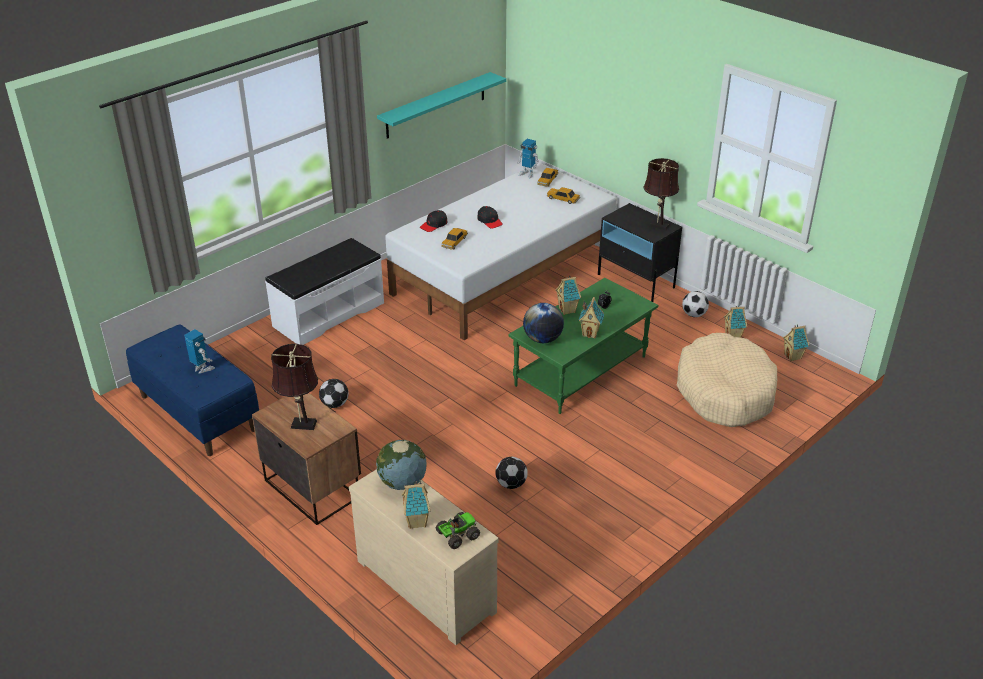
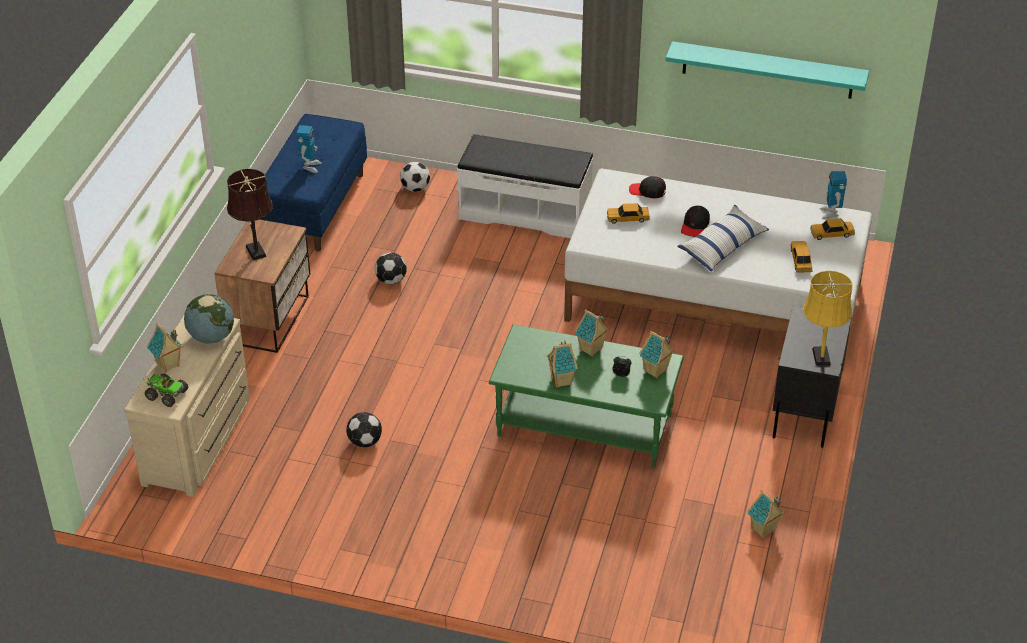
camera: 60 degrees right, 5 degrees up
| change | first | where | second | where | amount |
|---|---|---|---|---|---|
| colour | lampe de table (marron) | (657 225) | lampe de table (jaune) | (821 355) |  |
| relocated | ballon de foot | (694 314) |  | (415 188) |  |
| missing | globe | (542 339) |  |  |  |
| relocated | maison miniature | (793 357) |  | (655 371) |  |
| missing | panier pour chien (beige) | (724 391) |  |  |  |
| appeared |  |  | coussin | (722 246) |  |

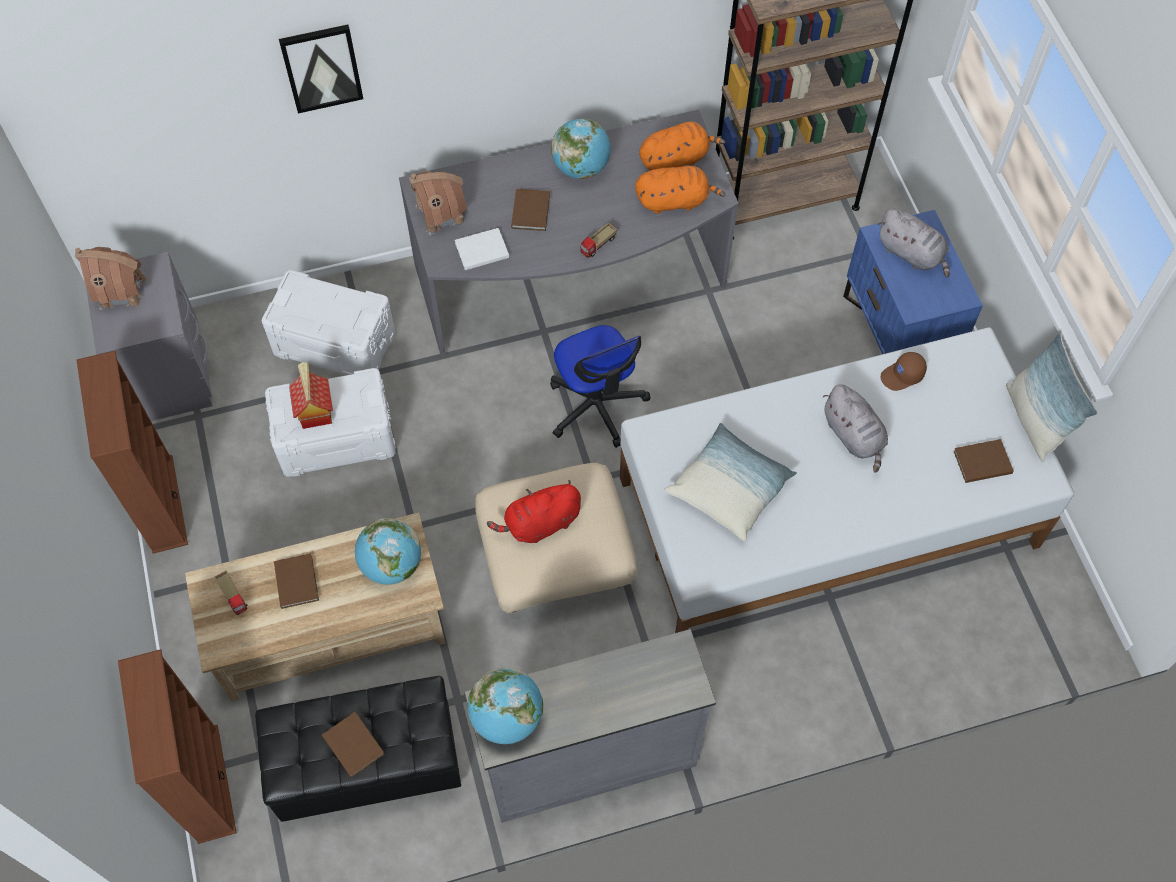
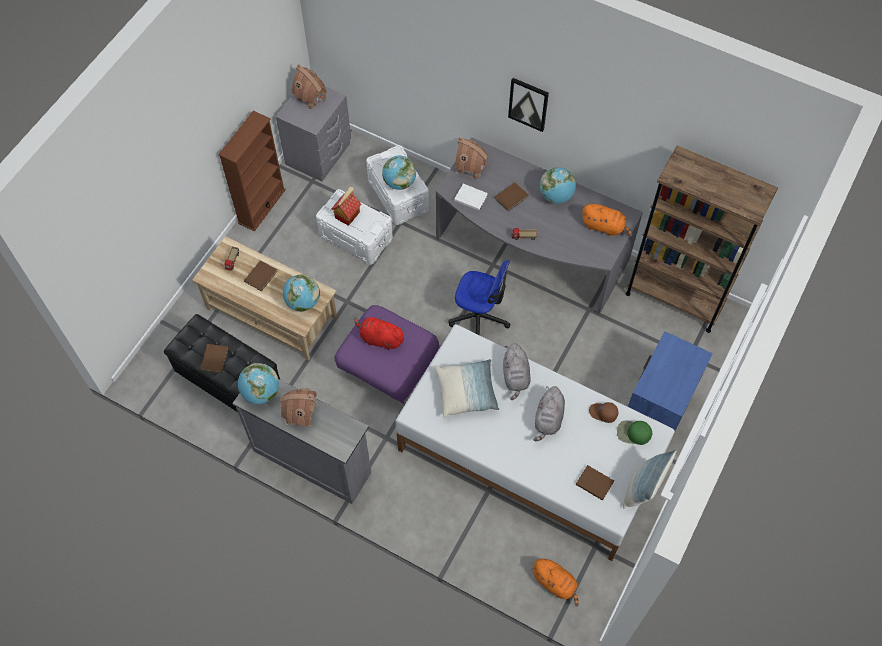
camera: 45 degrees right, 0 degrees up
| change | first | where | second | where | amount |
|---|---|---|---|---|---|
| relocated | tableau | (321 67) |  | (528 104) |  |
| relocated | peluche (orange) | (675 200) |  | (555 583) |  |
| relocated | peluche (gris) | (912 254) |  | (515 376) |  |
| spun | chaise de bureau | (596 406) |  | (479 317) | 90 degrees counterclockwise |
| colour | pouf (beige) | (555 561) | pouf (violet) | (388 367) |  |
| missing | bibliothèque (marron) | (207 783) |  |  |  |
| appeared |  |  | globe | (399 182) |  |
| appeared |  |  | maison miniature | (301 413) |  |
| appeared |  |  | casquette (vert) | (633 433) |  |

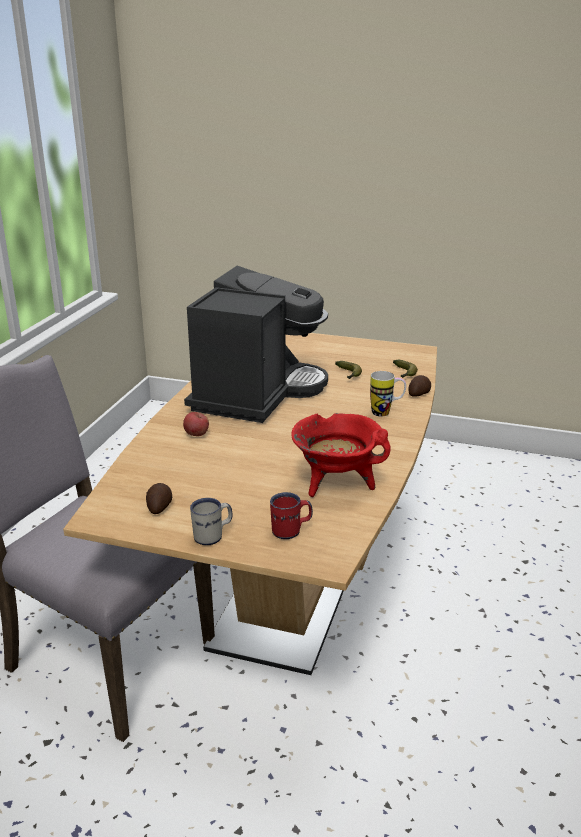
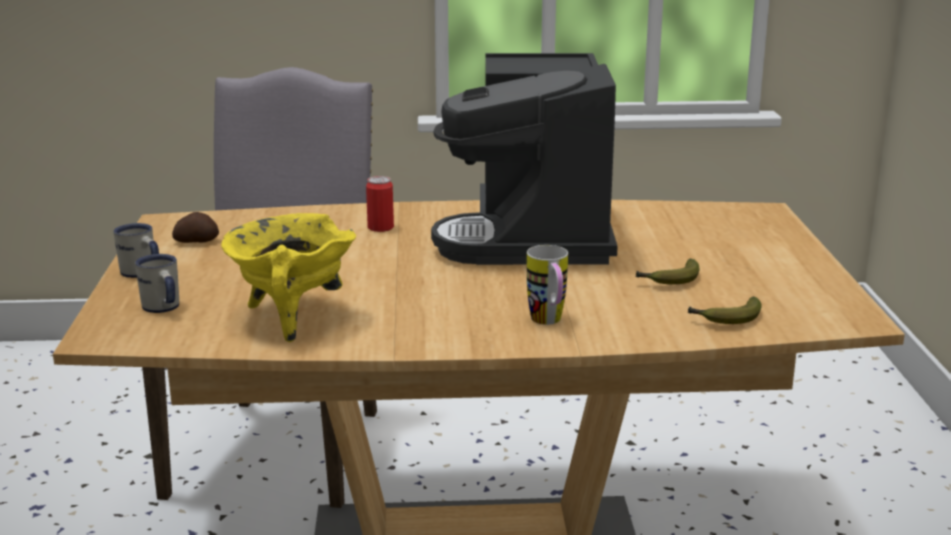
camera: 70 degrees right, 5 degrees down
| change | first | where | second | where | amount |
|---|---|---|---|---|---|
| spun | machine à café | (256 393) |  | (534 236) | 90 degrees clockwise |
| missing | pomme de terre | (418 393) |  |  |  |
| exchanged | pomme | (196 435) | boîte métallique | (380 227) |  |
| colour | marmite (rouge) | (336 484) | marmite (jaune) | (291 318) |  |
| colour | mug (rouge) | (291 531) | mug (blanc) | (163 309) |  |

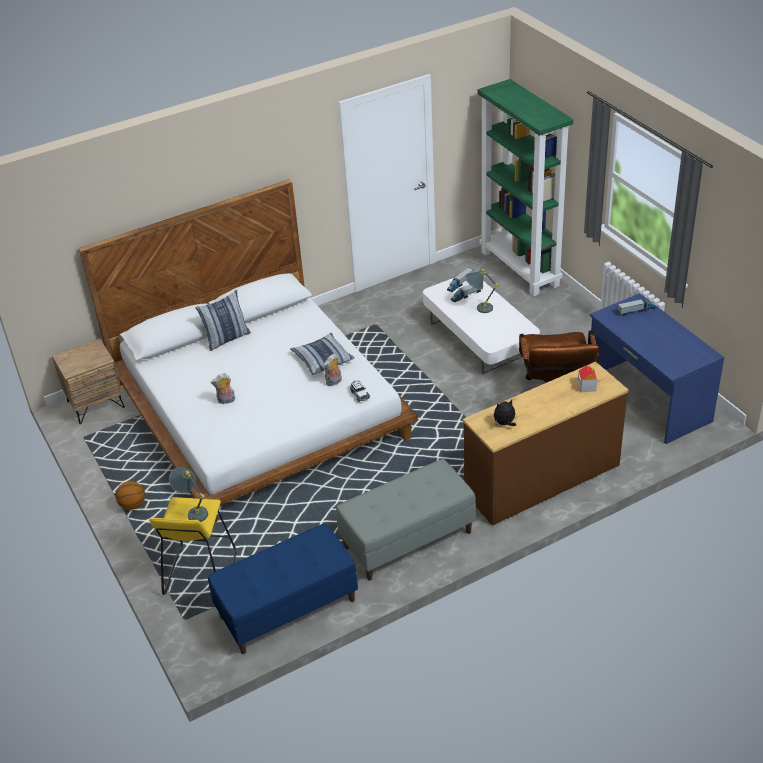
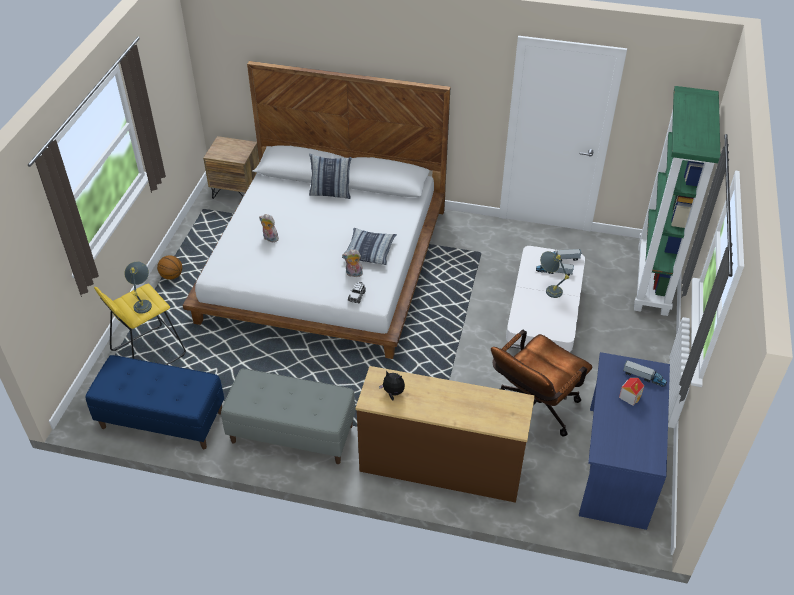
camera: 40 degrees right, 5 degrees up
| change | first | where | second | where | amount |
|---|---|---|---|---|---|
| relocated | maison miniature | (586 386) |  | (630 396) |  |

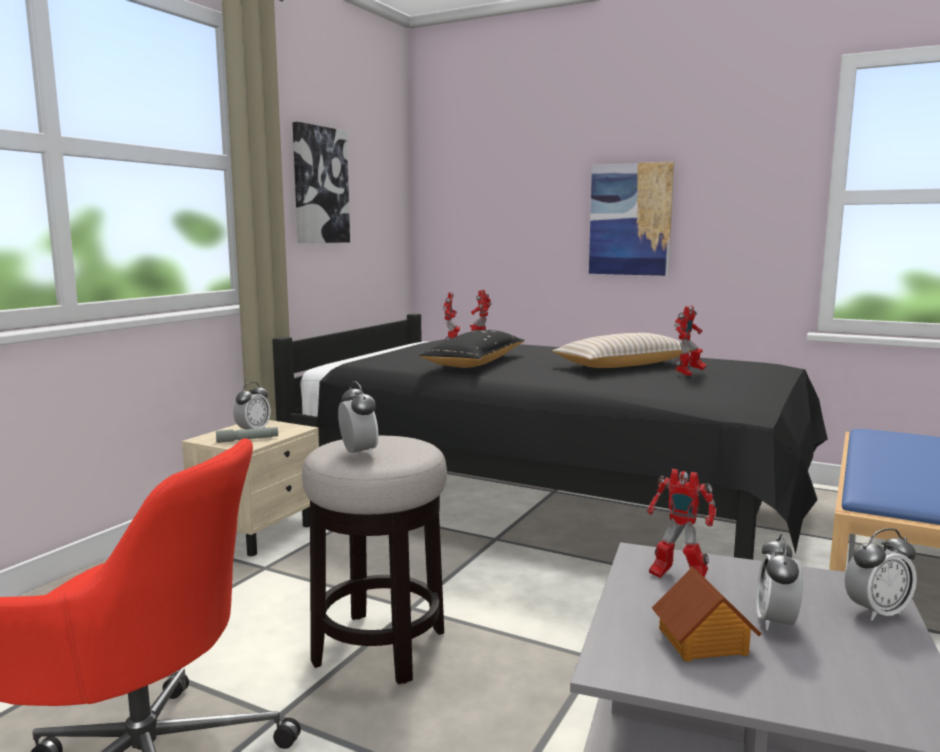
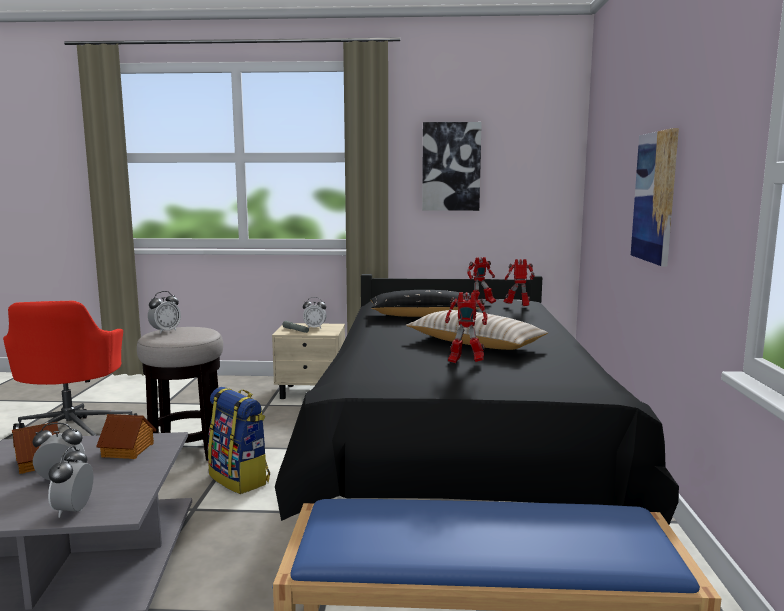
camera: 65 degrees right, 0 degrees up
| change | first | where | second | where | amount |
|---|---|---|---|---|---|
| exchanged | robot jouet | (676 577) | maison miniature | (128 450) |  |
| spun | réveil | (876 612) |  | (74 510) | 45 degrees clockwise |
| appeared |  |  | sac à dos | (240 479) |  |

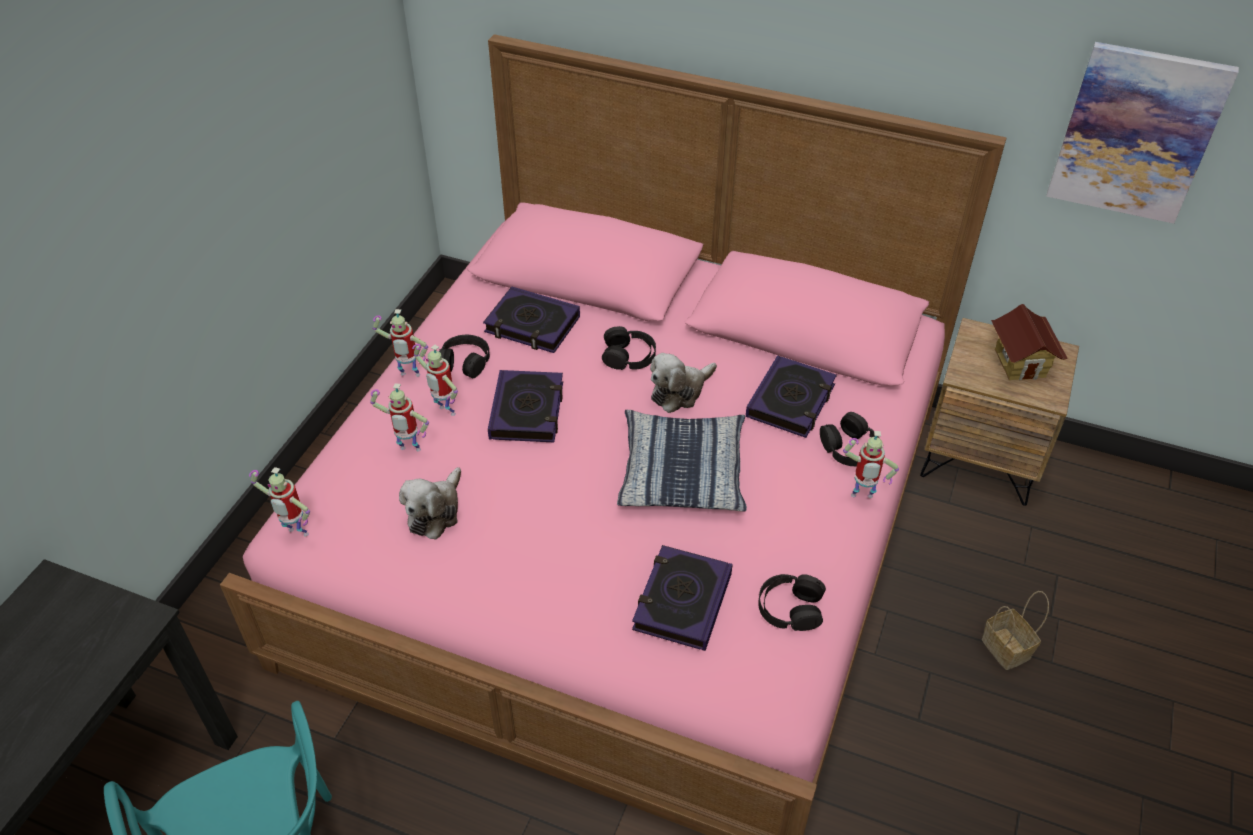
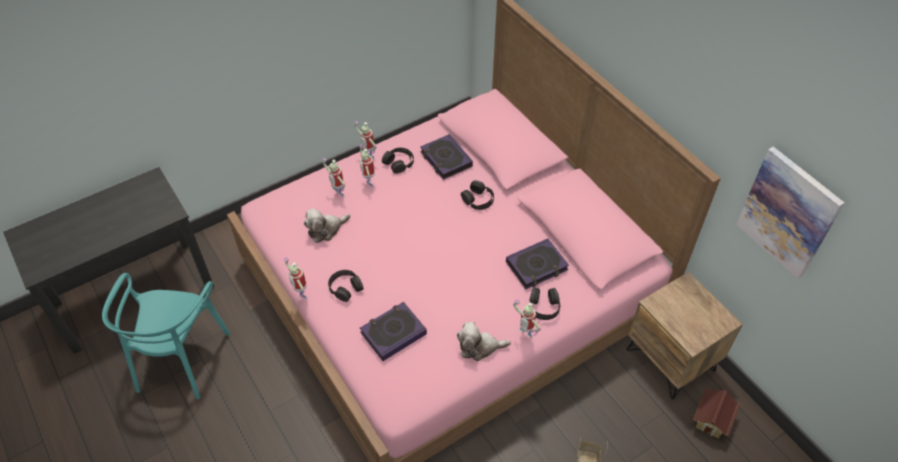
camera: 35 degrees right, 5 degrees up
| change | first | where | second | where | amount |
|---|---|---|---|---|---|
| relocated | maison miniature | (1020 363) |  | (711 421) |  |
| relocated | peluche | (680 391) |  | (479 347) |  |
| missing | livre | (527 411) |  |  |  |
| missing | coussin | (682 471) |  |  |  |
| relocated | robot jouet | (296 534) |  | (301 295) |  |
| relocated | casque audio (noir) | (790 608) |  | (345 288) |  |

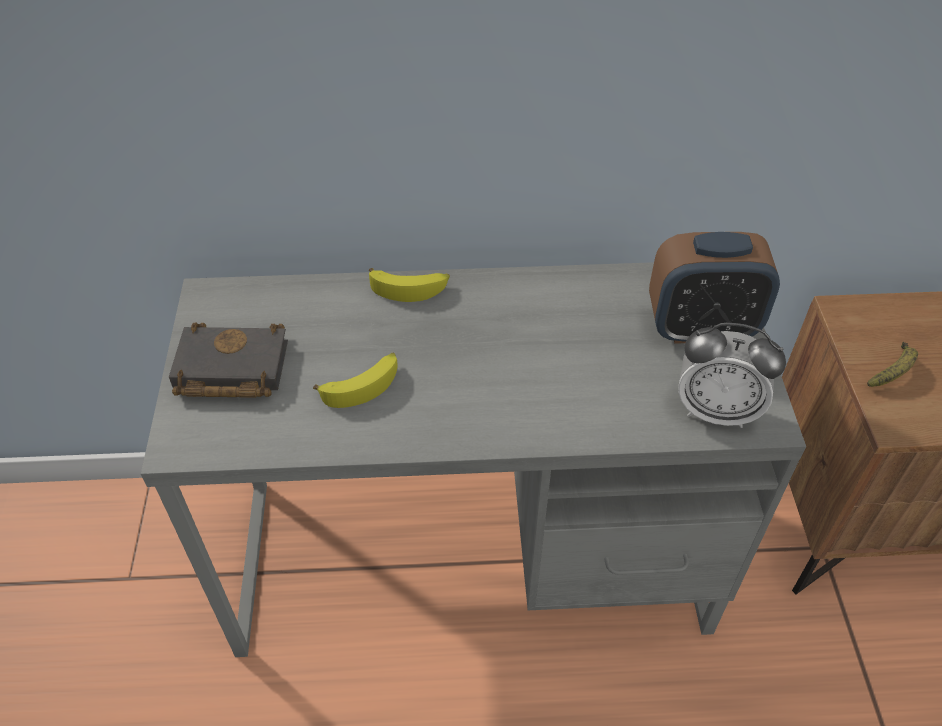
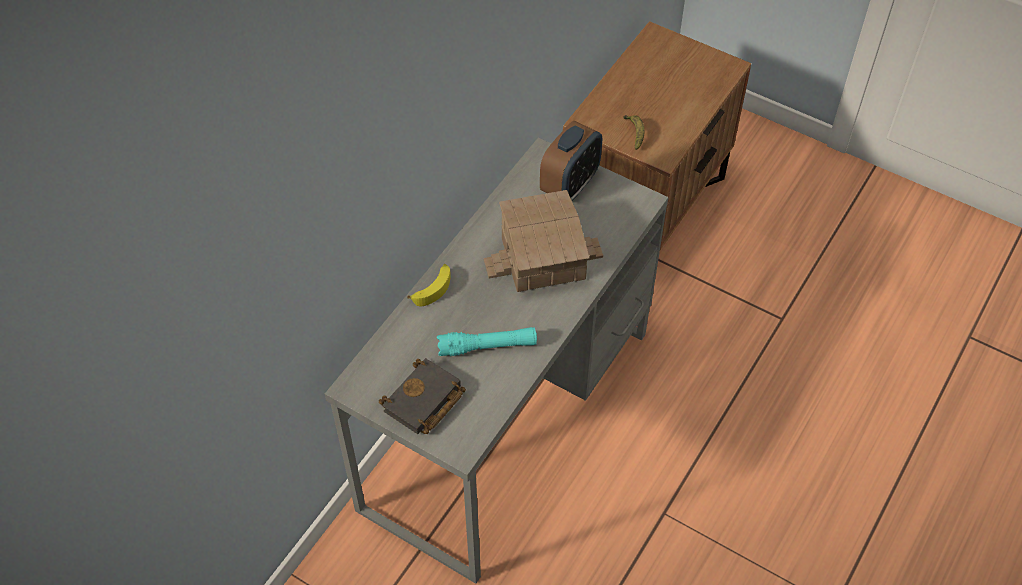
camera: 55 degrees left, 5 degrees up
| change | first | where | second | where | amount |
|---|---|---|---|---|---|
| missing | réveil | (716 410) |  |  |  |
| exchanged | banane | (362 385) | lampe de poche (turquoise) | (487 347) |  |
| appeared |  |  | maison miniature | (543 260) |  |

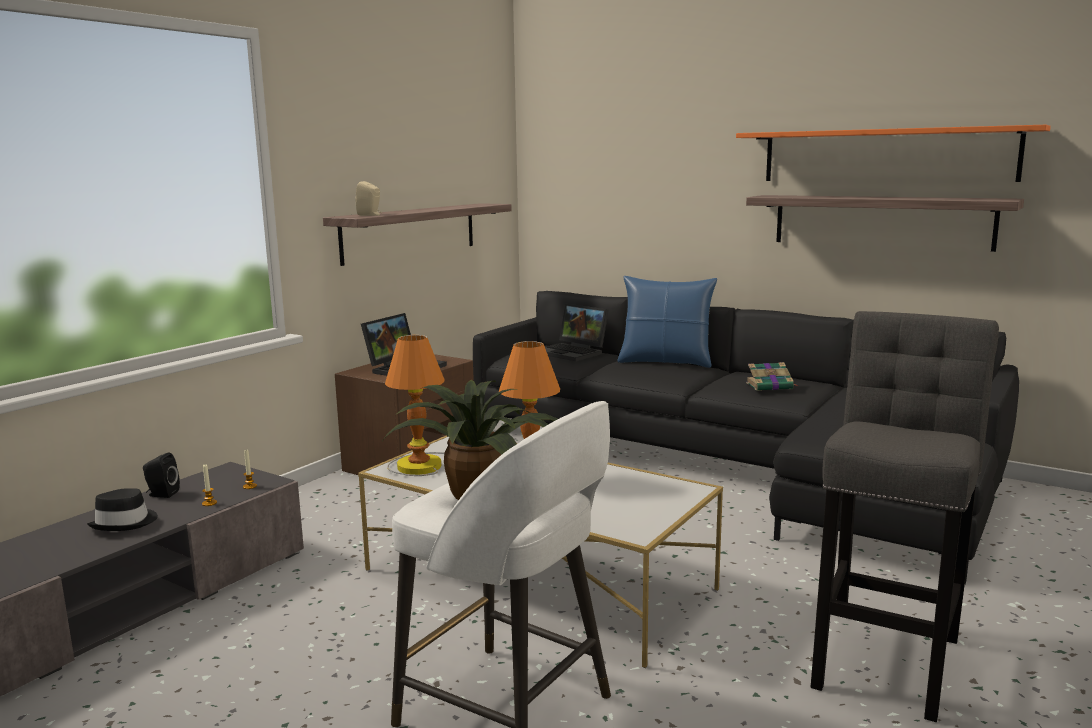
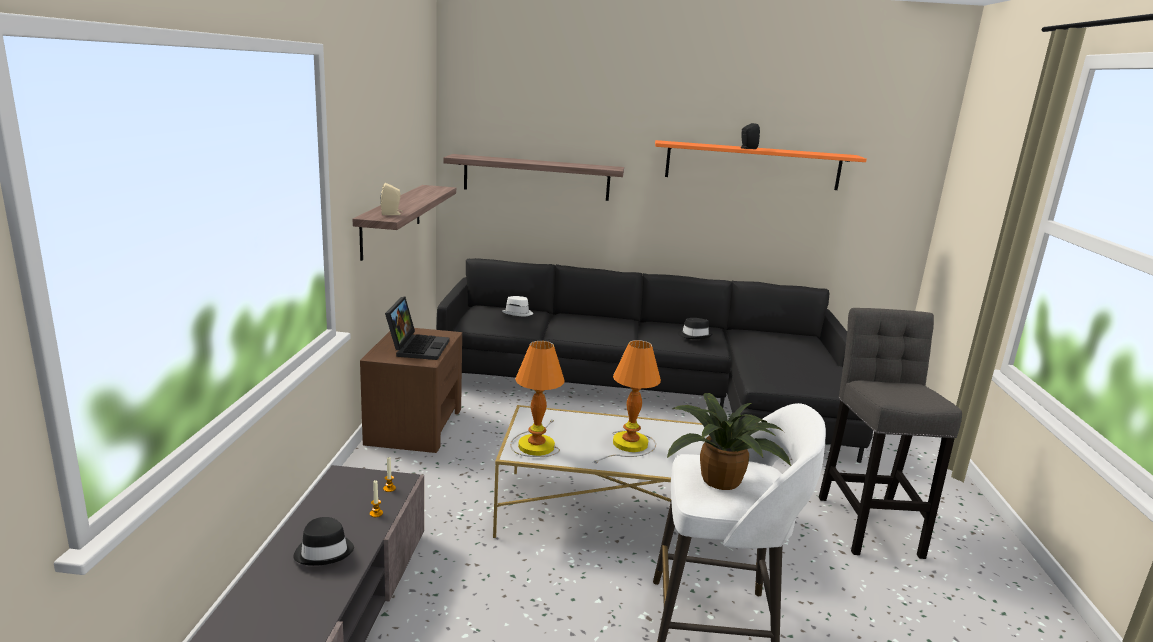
camera: 30 degrees left, 5 degrees up
| change | first | where | second | where | amount |
|---|---|---|---|---|---|
| relocated | étagère | (881 221) |  | (536 177) |  |
| missing | coussin (bleu) | (665 362) |  |  |  |
| exchanged | ordinateur portable | (574 352) | chapeau (blanc) | (518 313) |  |
| exchanged | livre | (770 386) | chapeau (noir) | (694 336) |  |
| relocated | enceinte (noir) | (161 494) |  | (747 148) |  |

